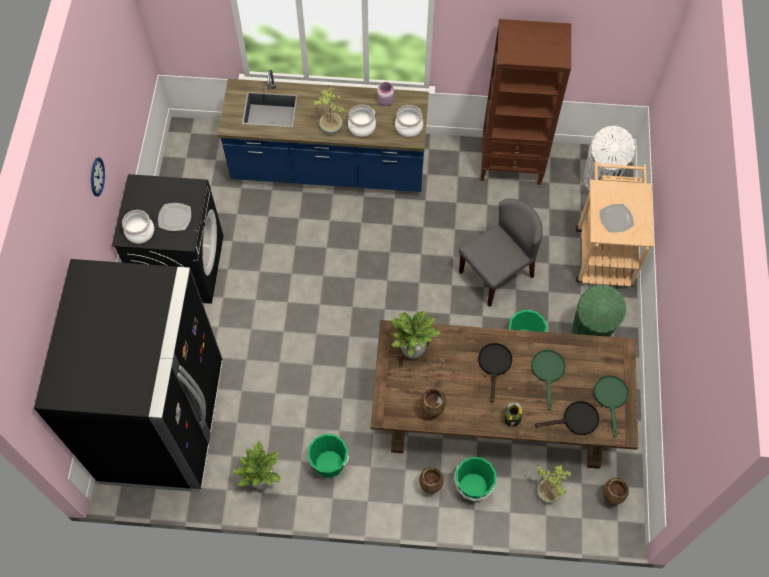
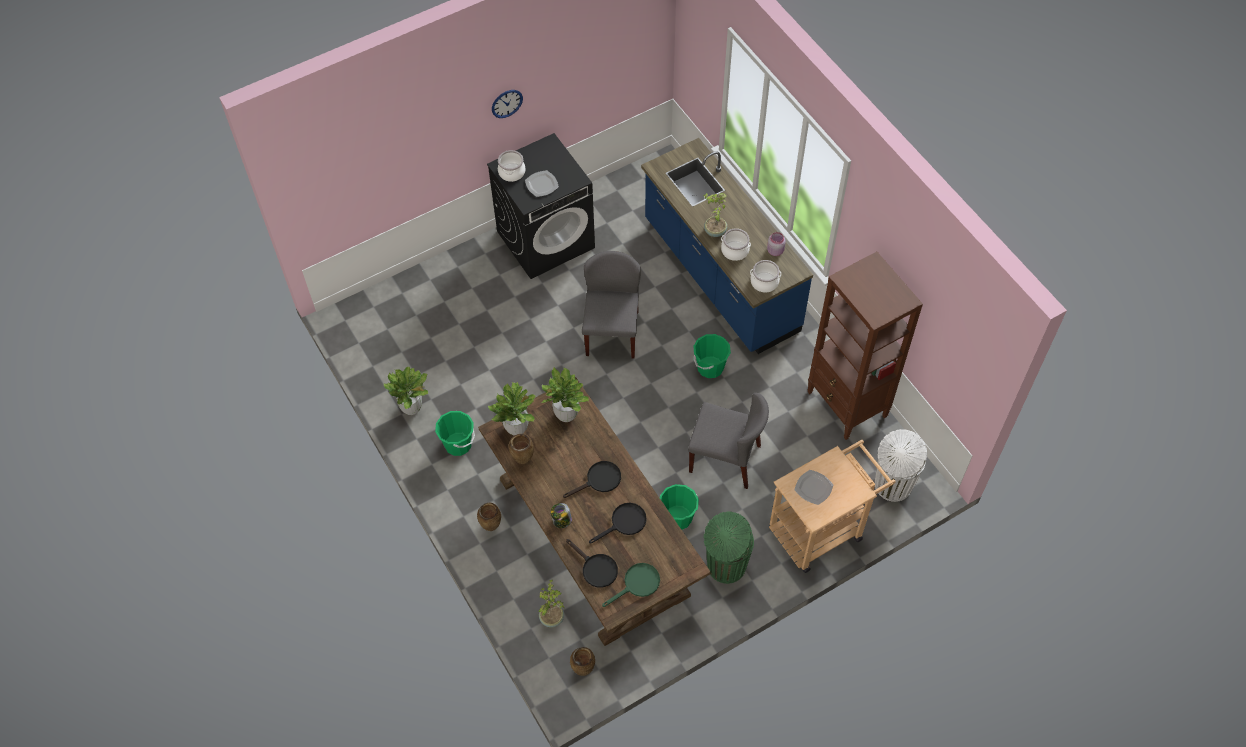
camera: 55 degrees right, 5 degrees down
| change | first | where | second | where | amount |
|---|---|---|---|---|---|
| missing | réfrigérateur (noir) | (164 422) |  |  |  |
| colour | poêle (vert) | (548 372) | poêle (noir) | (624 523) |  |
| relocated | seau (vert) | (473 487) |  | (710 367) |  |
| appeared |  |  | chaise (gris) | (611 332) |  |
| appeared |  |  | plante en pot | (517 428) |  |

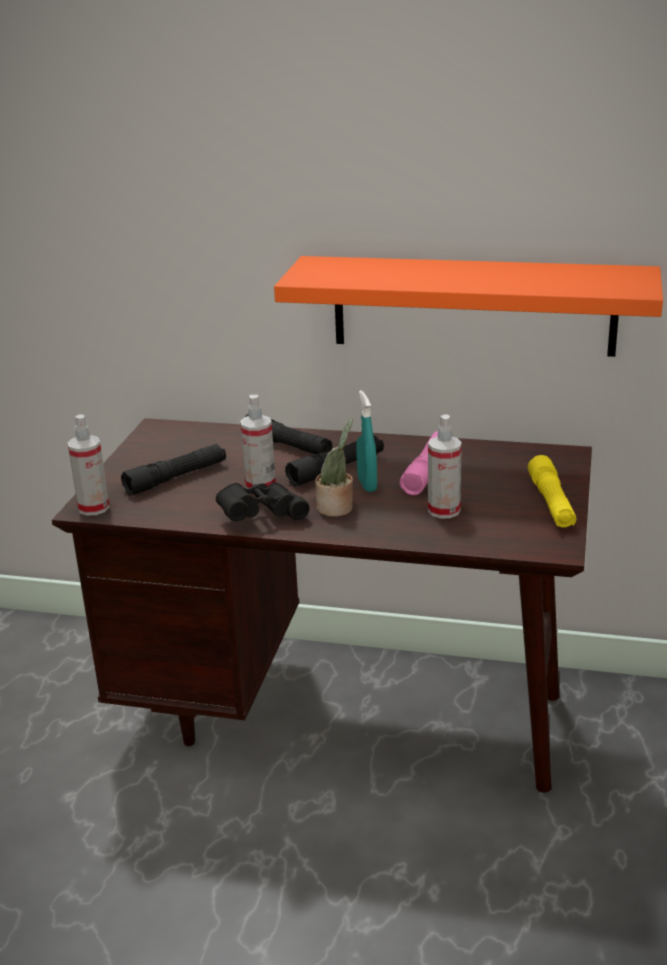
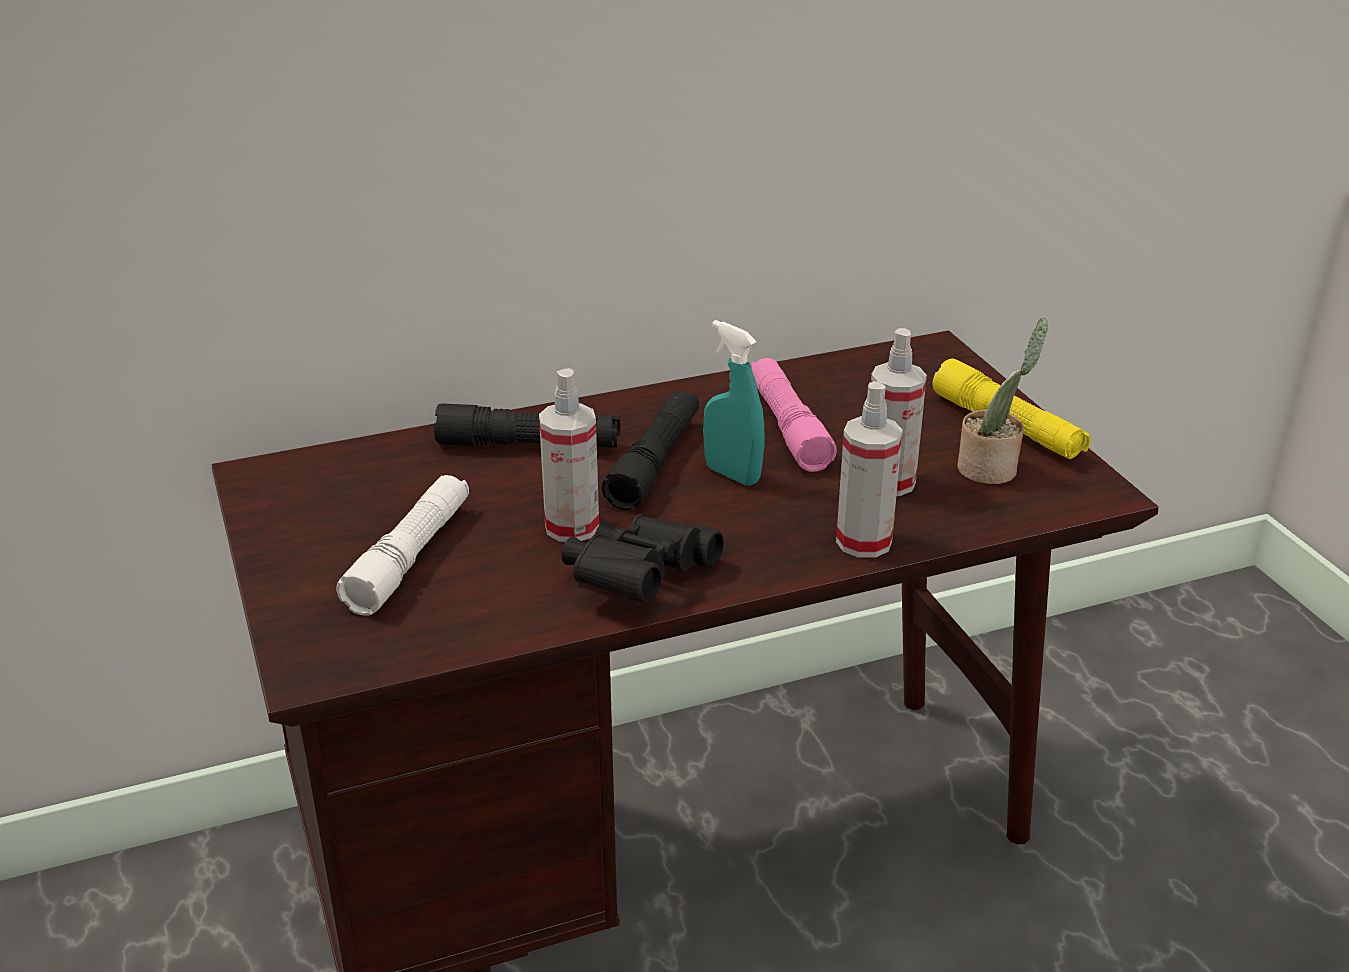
camera: 35 degrees left, 5 degrees up
| change | first | where | second | where | amount |
|---|---|---|---|---|---|
| missing | étagère (orange) | (473 305) |  |  |  |
| relocated | vaporisateur | (93 508) |  | (864 542) |  |
| relocated | plante en pot | (337 508) |  | (991 469) |  |
| colour | lampe de poche (noir) | (176 478) | lampe de poche (blanc) | (410 557) |  |

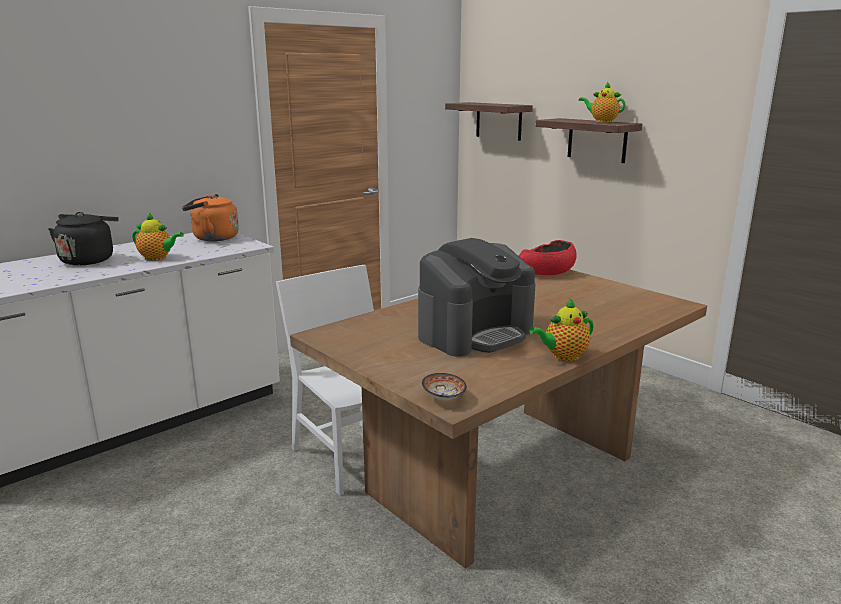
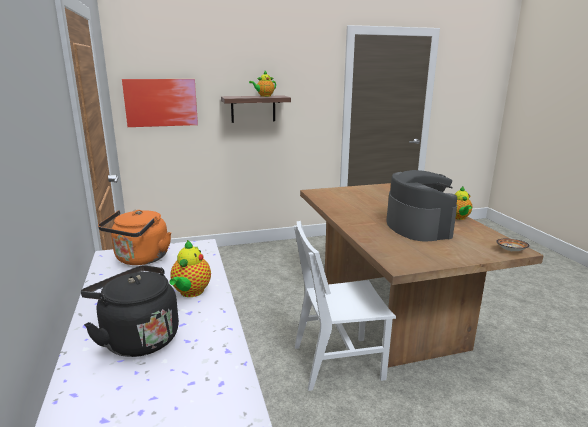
camera: 65 degrees left, 0 degrees up
| change | first | where | second | where | amount |
|---|---|---|---|---|---|
| exchanged | étagère | (498 121) | tableau | (161 102) |  |
| spun | théière | (158 258) |  | (190 292) | 150 degrees clockwise |
| missing | bol (rouge) | (546 272) |  |  |  |

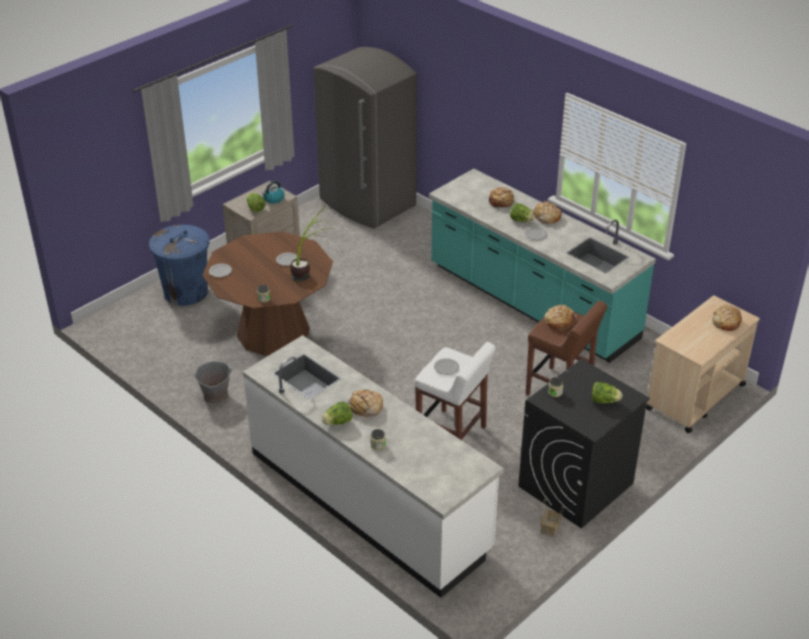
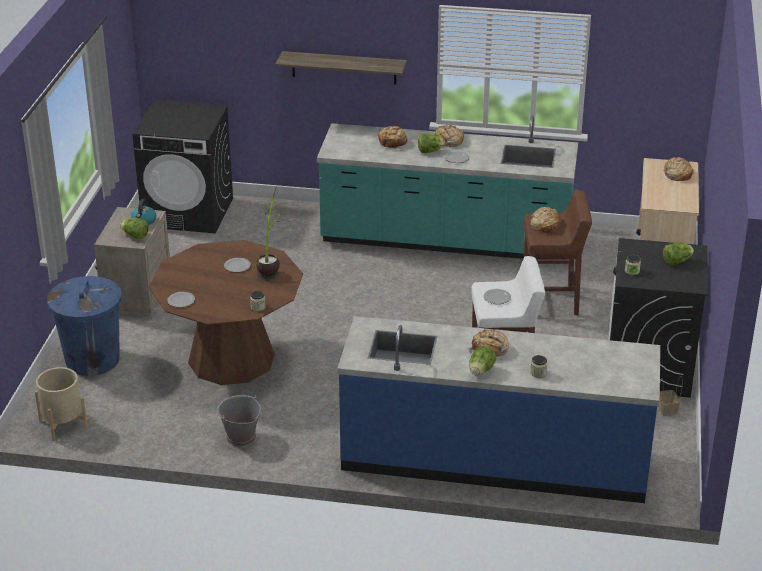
camera: 35 degrees left, 5 degrees down
| change | first | where | second | where | amount |
|---|---|---|---|---|---|
| exchanged | réfrigérateur (gris) | (367 204) | lave-linge (noir) | (188 212) |  |
| colour | comptoir de cuisine (blanc) | (369 501) | comptoir de cuisine (bleu) | (495 458) |  |
| appeared |  |  | étagère | (344 67) |  |
| appeared |  |  | cache-pot (beige) | (63 424) |  |

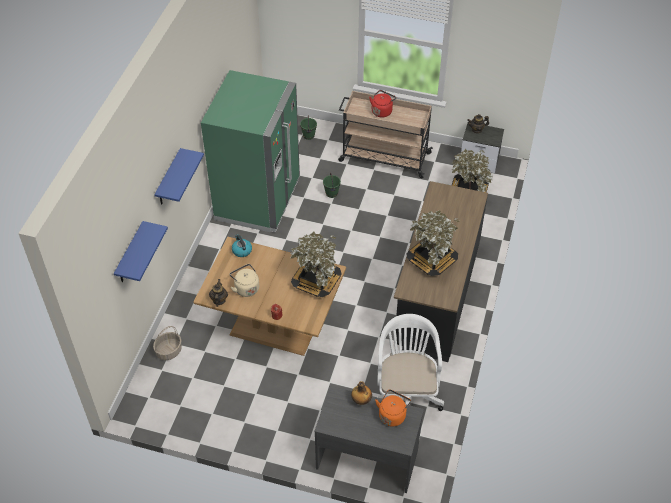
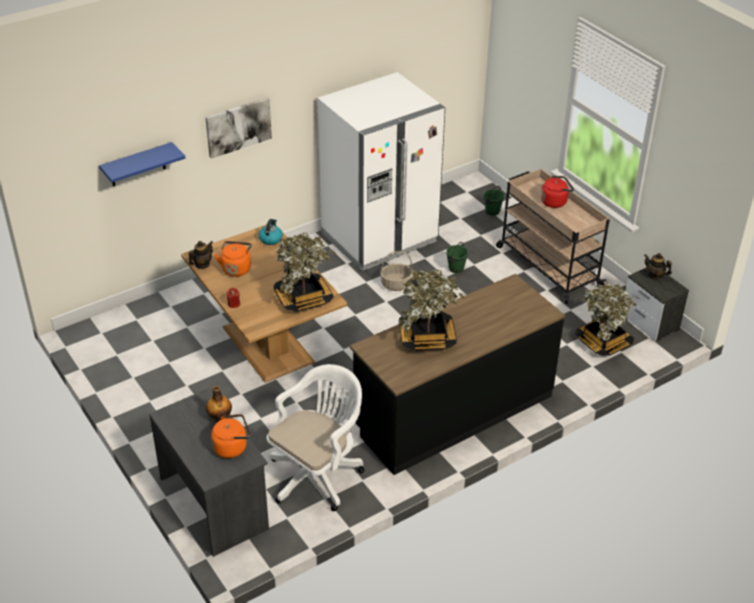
camera: 40 degrees right, 10 degrees down
| change | first | where | second | where | amount |
|---|---|---|---|---|---|
| colour | réfrigérateur (vert) | (258 200) | réfrigérateur (blanc) | (379 238) |  |
| exchanged | étagère (bleu) | (168 179) | tableau | (238 127) |  |
| colour | bouilloire (beige) | (246 288) | bouilloire (orange) | (236 268) |  |
| relocated | panier | (169 351) |  | (396 284) |  |

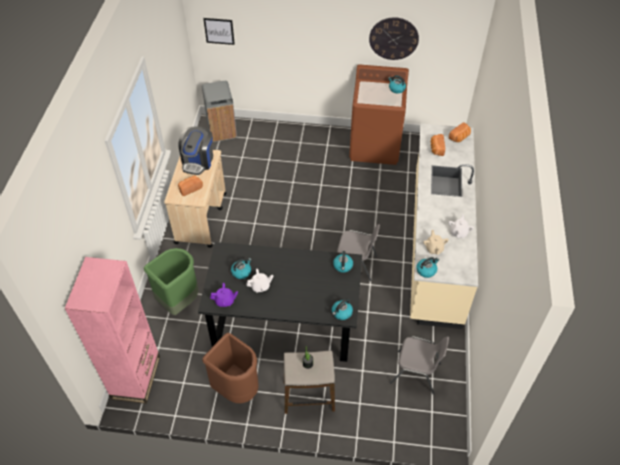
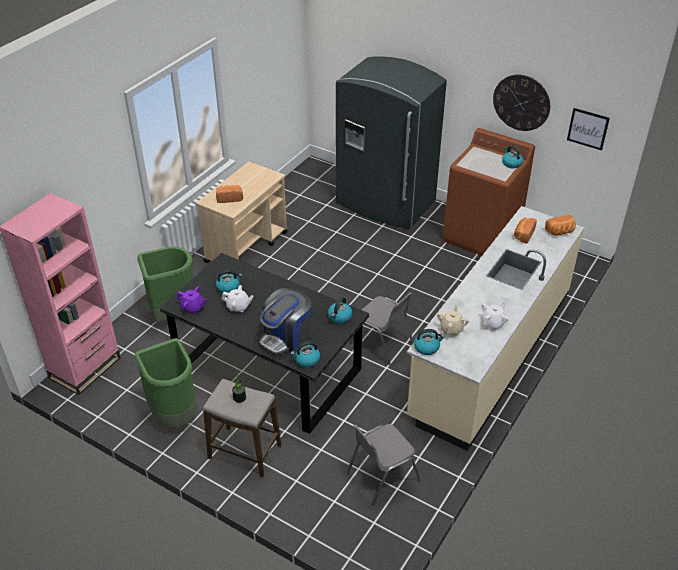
camera: 25 degrees right, 10 degrees down
| change | first | where | second | where | amount |
|---|---|---|---|---|---|
| relocated | tableau | (219 31) |  | (588 128) |  |
| missing | poubelle (gris) | (222 130) |  |  |  |
| relocated | machine à café | (198 161) |  | (286 337) |  |
| colour | poubelle (marron) | (237 388) | poubelle (vert) | (175 415) |  |
| spun | chaise (gris) | (416 373) |  | (381 476) | 105 degrees clockwise |
| appeared |  |  | réfrigérateur (gris) | (385 203) |  |

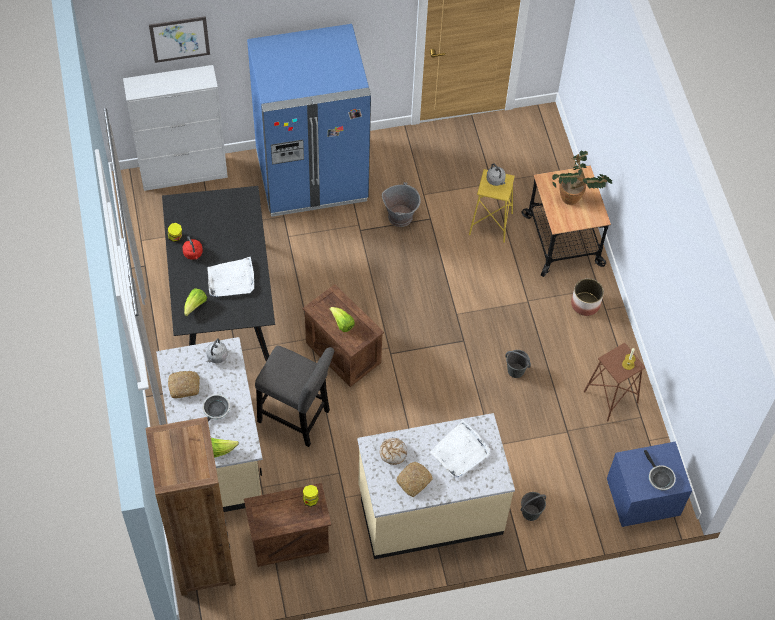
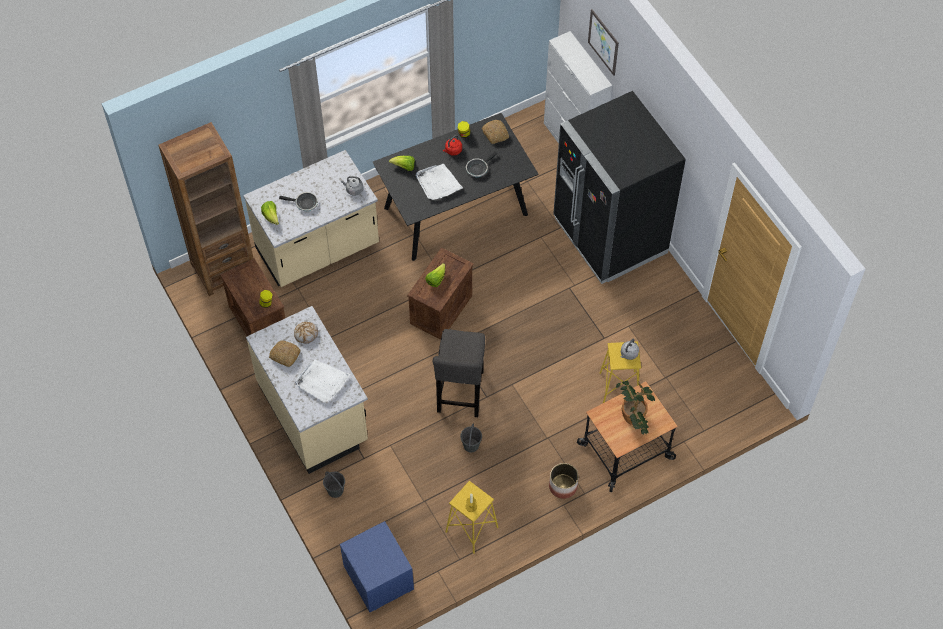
camera: 75 degrees right, 0 degrees up
| change | first | where | second | where | amount |
|---|---|---|---|---|---|
| colour | réfrigérateur (bleu) | (312 177) | réfrigérateur (noir) | (609 236) |  |
| missing | seau (gris) | (400 216) |  |  |  |
| colour | tabouret (marron) | (611 397) | tabouret (jaune) | (471 529) |  |
| relocated | tabouret (gris) | (296 418) |  | (460 395) |  |
| relocated | pain | (184 386) |  | (495 134) |  |
| relocated | poêle | (659 477) |  | (478 168) |  |

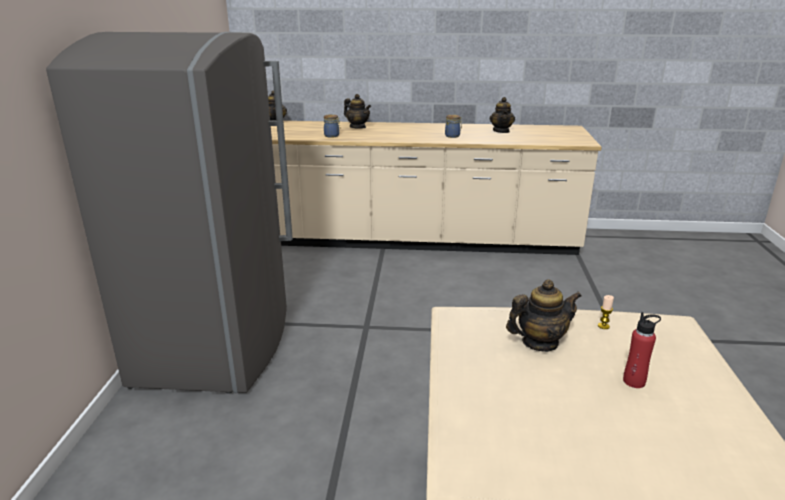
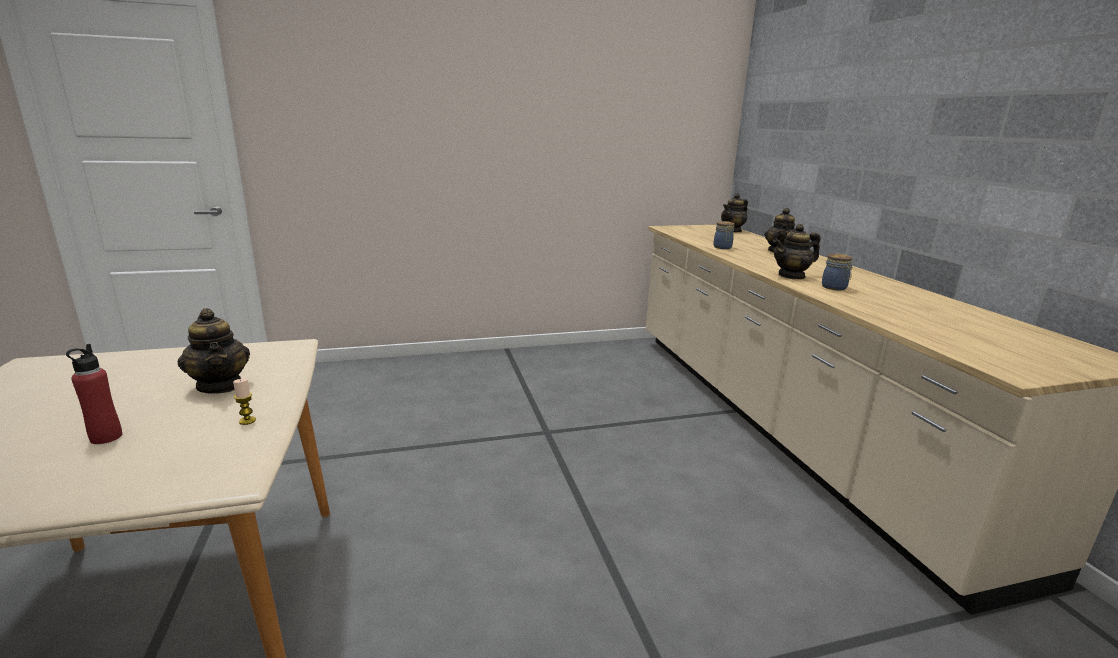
camera: 70 degrees right, 5 degrees down
| change | first | where | second | where | amount |
|---|---|---|---|---|---|
| missing | réfrigérateur (gris) | (216 345) |  |  |  |
| relocated | théière | (501 131) |  | (792 276) |  |

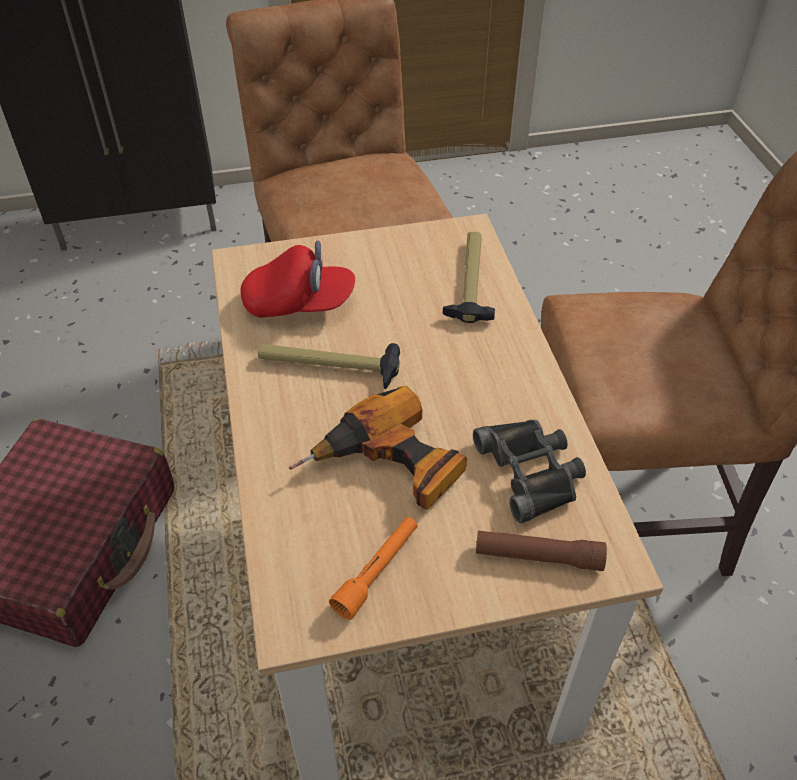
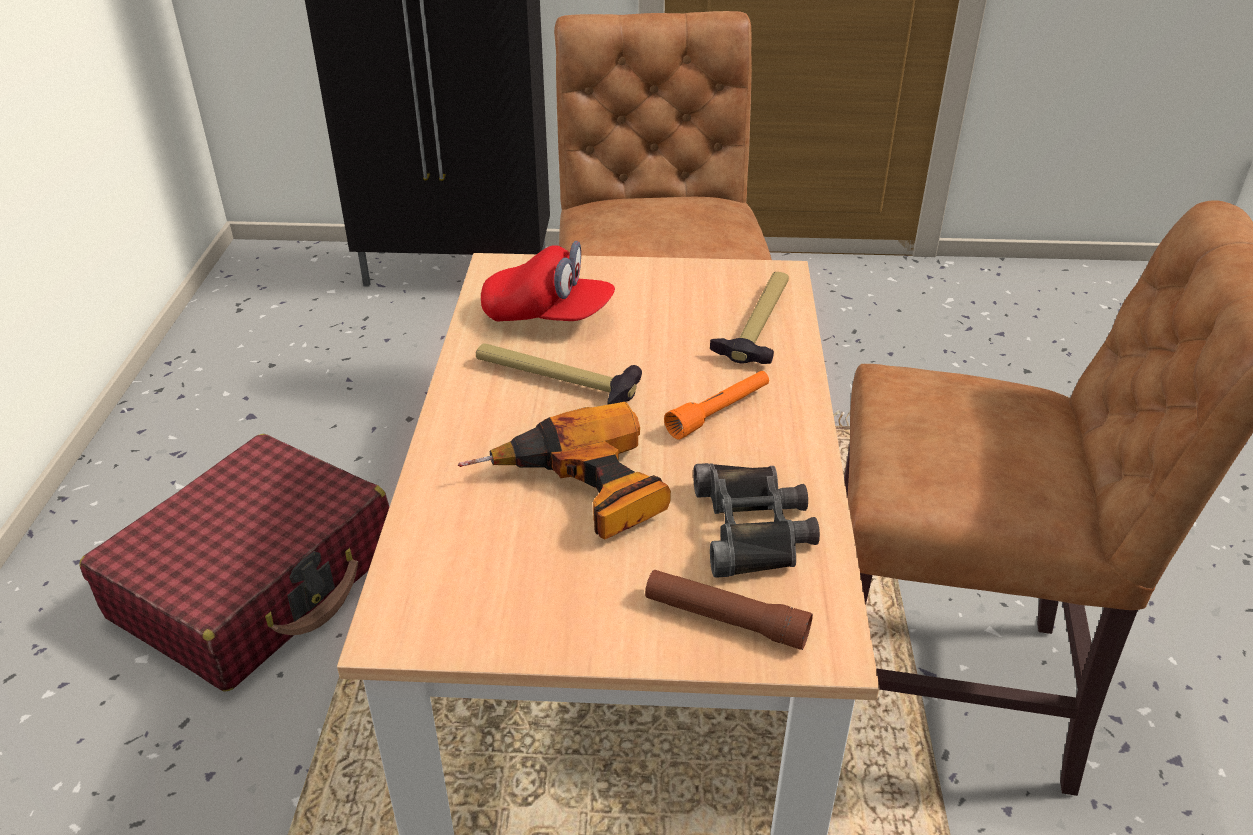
camera: 15 degrees right, 10 degrees down
| change | first | where | second | where | amount |
|---|---|---|---|---|---|
| relocated | lampe de poche (orange) | (377 571) |  | (719 412) |  |

